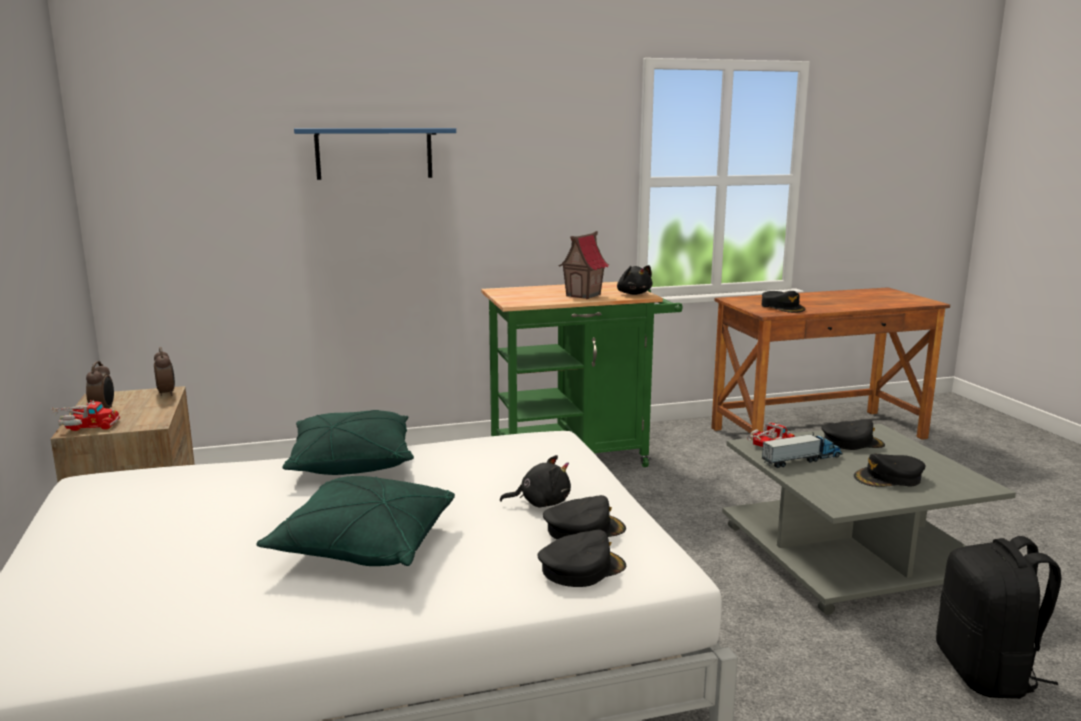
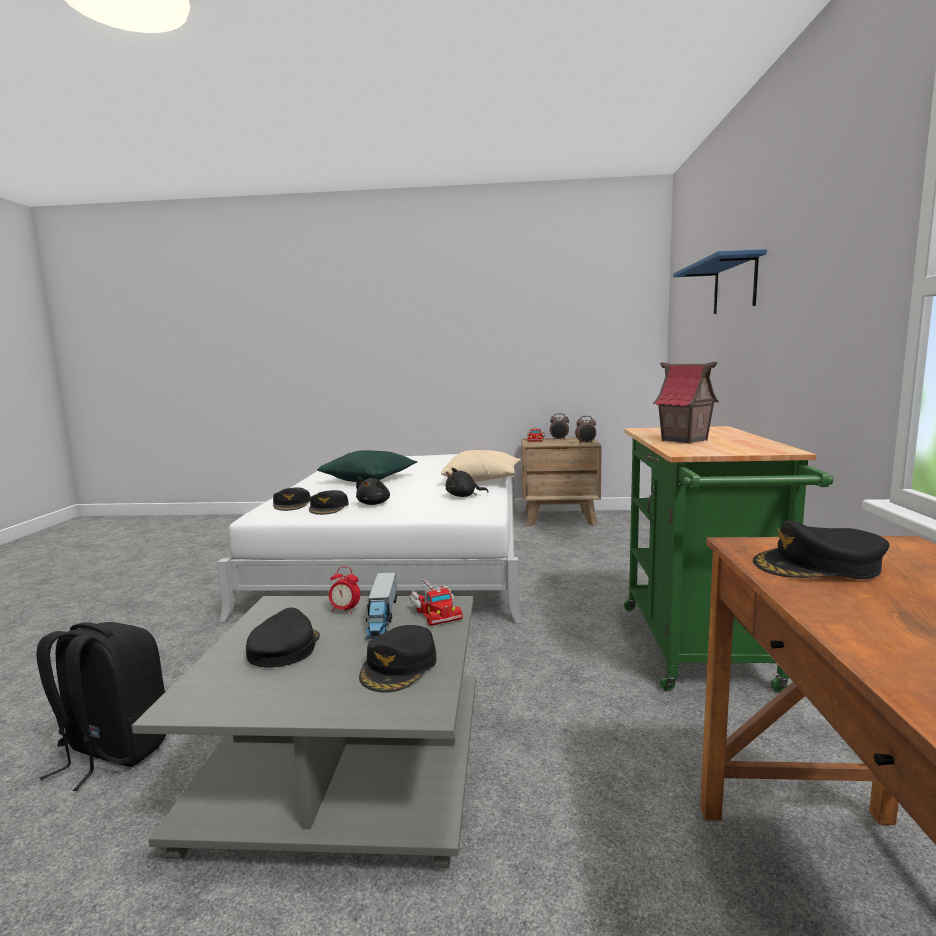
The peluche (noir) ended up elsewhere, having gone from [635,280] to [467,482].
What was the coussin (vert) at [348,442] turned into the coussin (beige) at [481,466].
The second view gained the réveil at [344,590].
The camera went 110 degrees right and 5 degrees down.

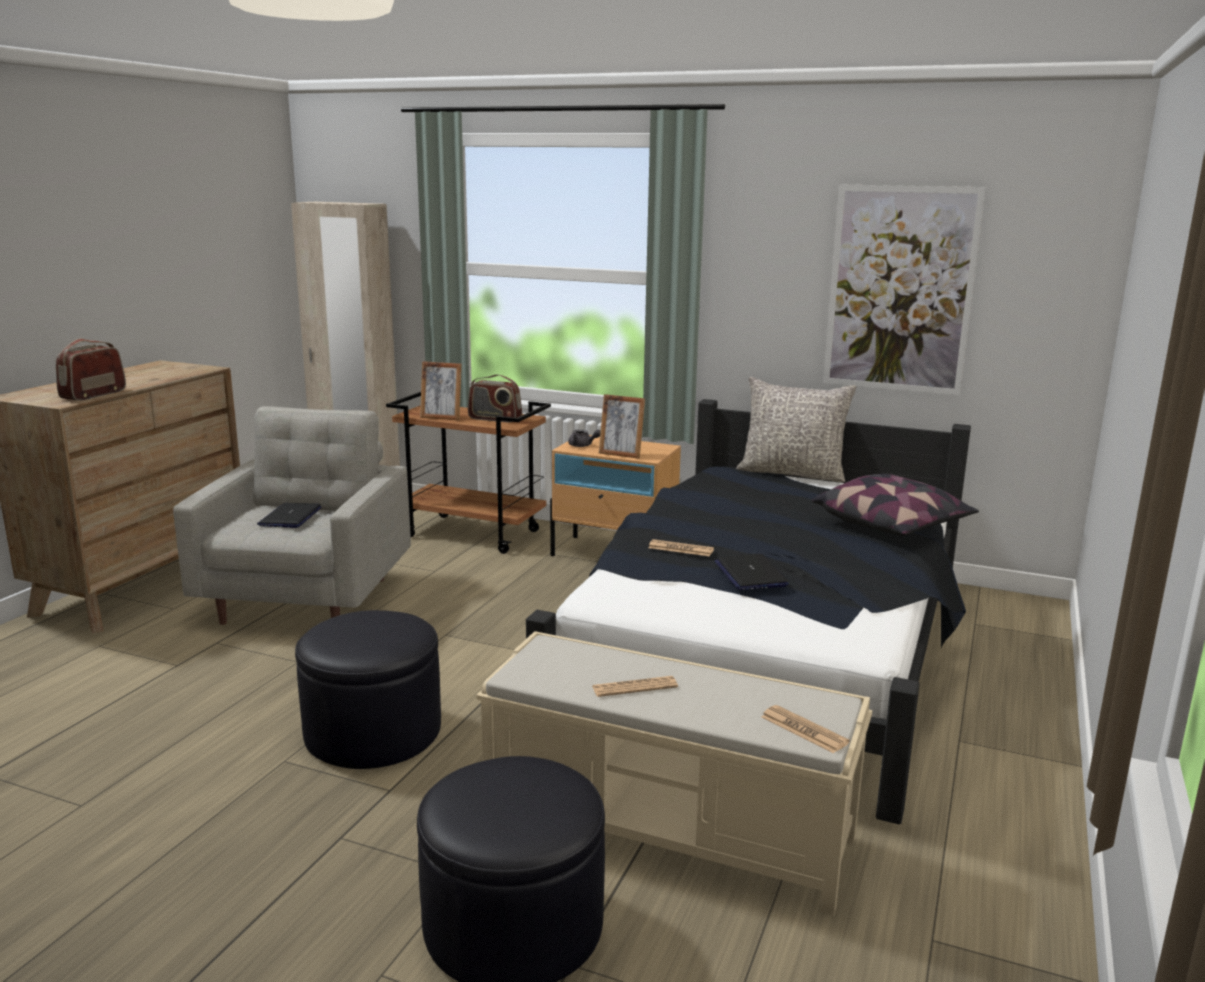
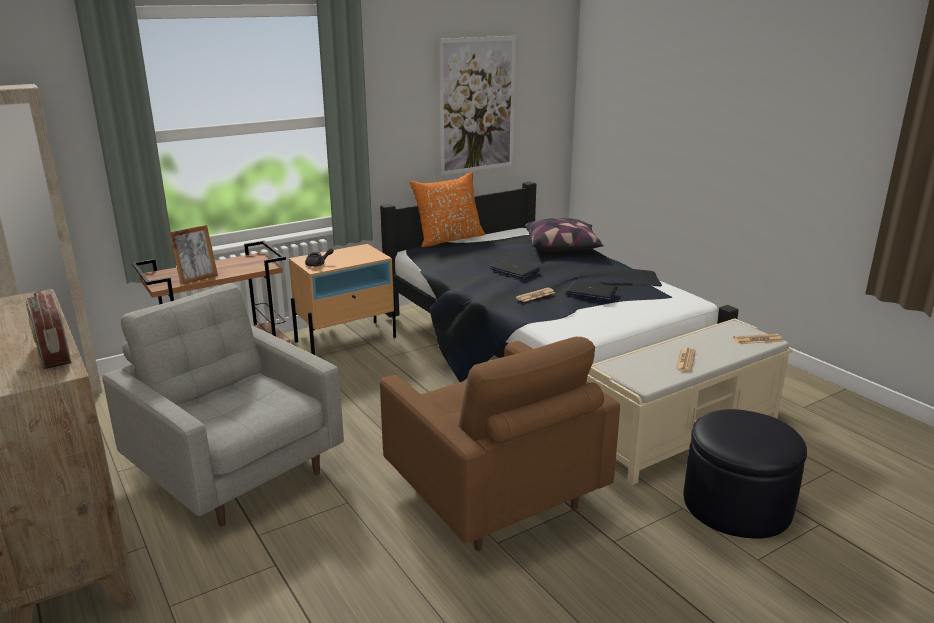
The second view lost the radio at [495,398].
What was the coussin (gris) at [796,429] turned into the coussin (orange) at [447,209].
The second view lost the cadre photo at [622,426].
The ordinateur portable ended up elsewhere, having gone from [289,515] to [515,269].
Where the pouf (noir) stood at [368,689], the fauteuil (marron) came to stand at [500,444].
The camera went 55 degrees left and 5 degrees up.

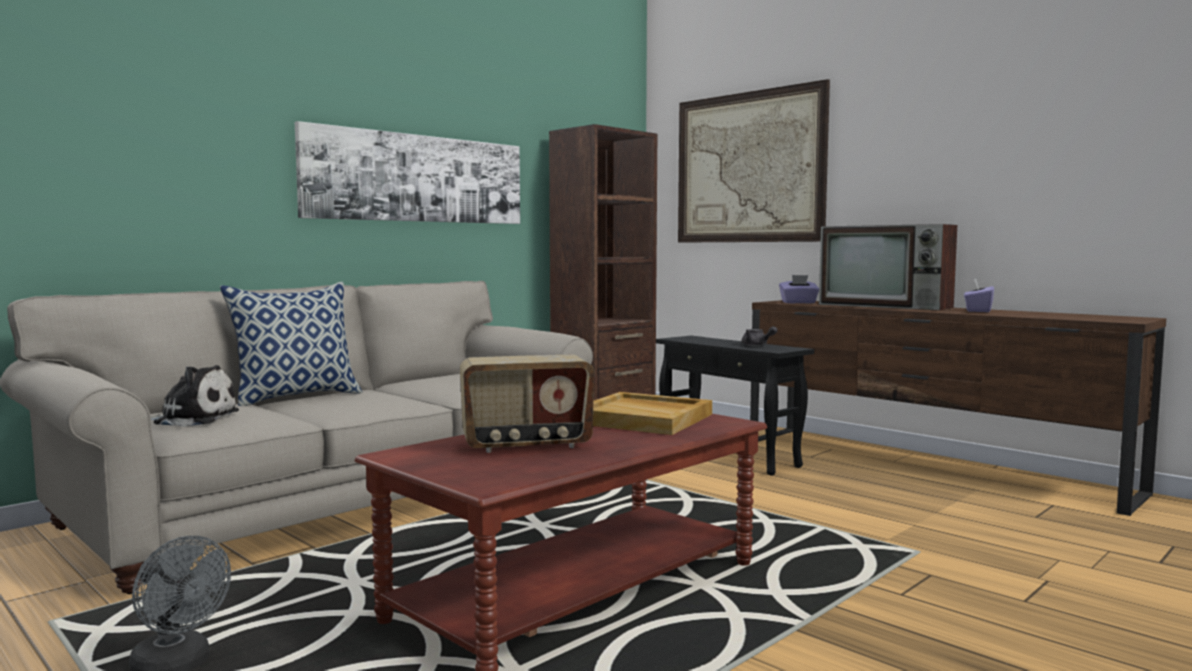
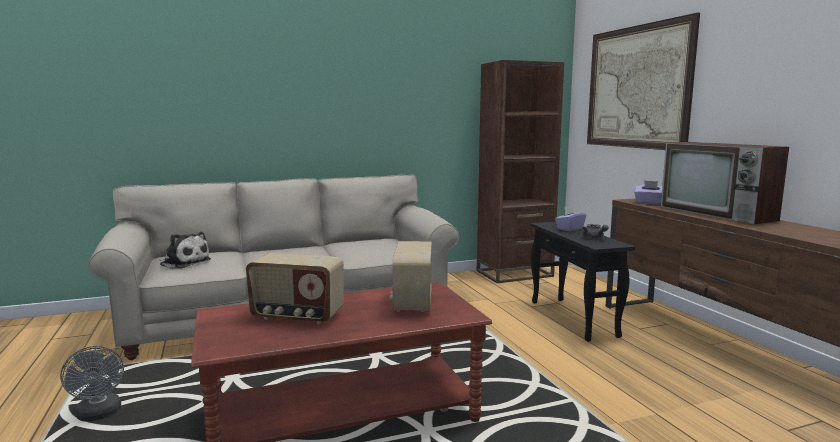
The second view lost the tableau at [407,172].
The boîte à mouchoirs (violet) ended up elsewhere, having gone from [979,295] to [570,218].
The second view lost the coussin at [291,344].
Where the plateau (beige) stood at [652,413], the radio came to stand at [411,276].
The camera went 25 degrees right and 5 degrees up.

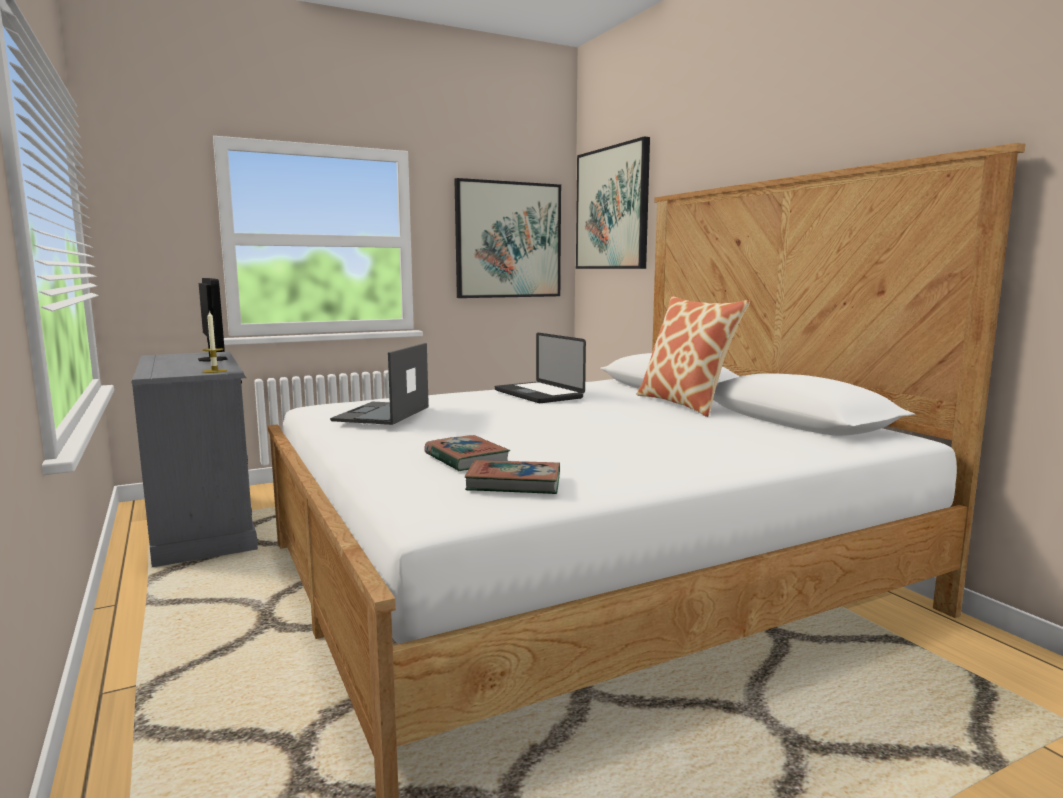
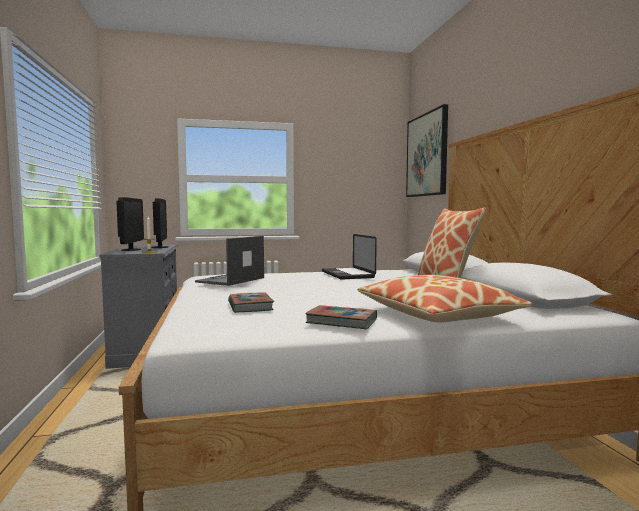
The second view lost the tableau at [507,238].
The livre ended up elsewhere, having gone from [512,477] to [341,317].
The second view gained the écran d'ordinateur at [130,224].
The second view gained the coussin at [445,298].
The camera went 15 degrees right and 5 degrees down.

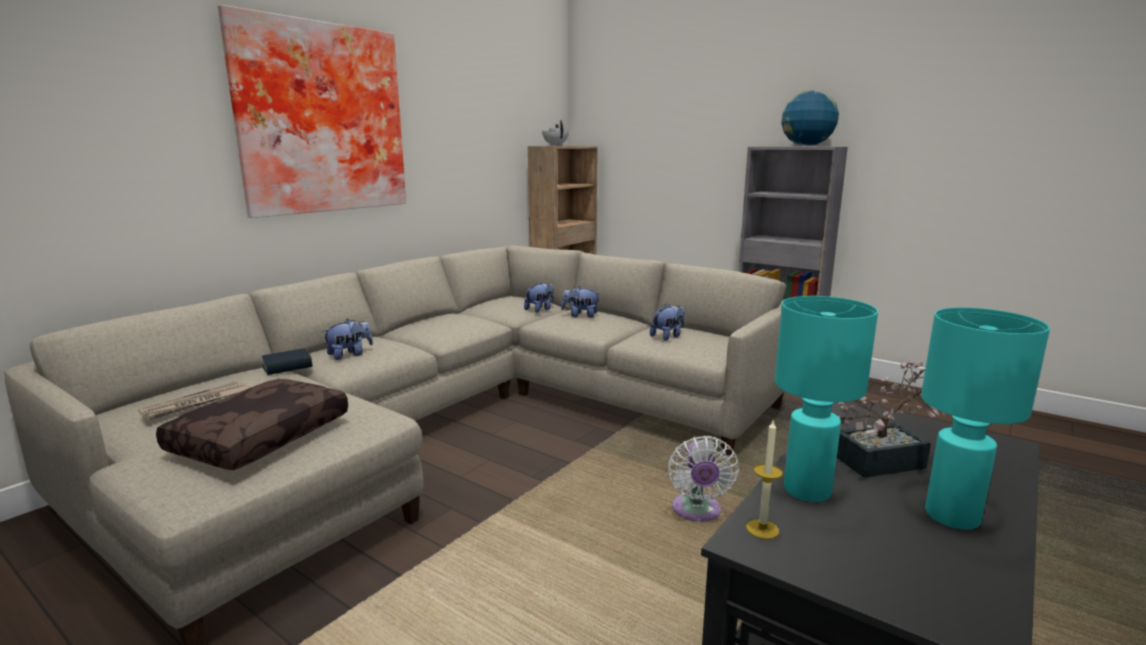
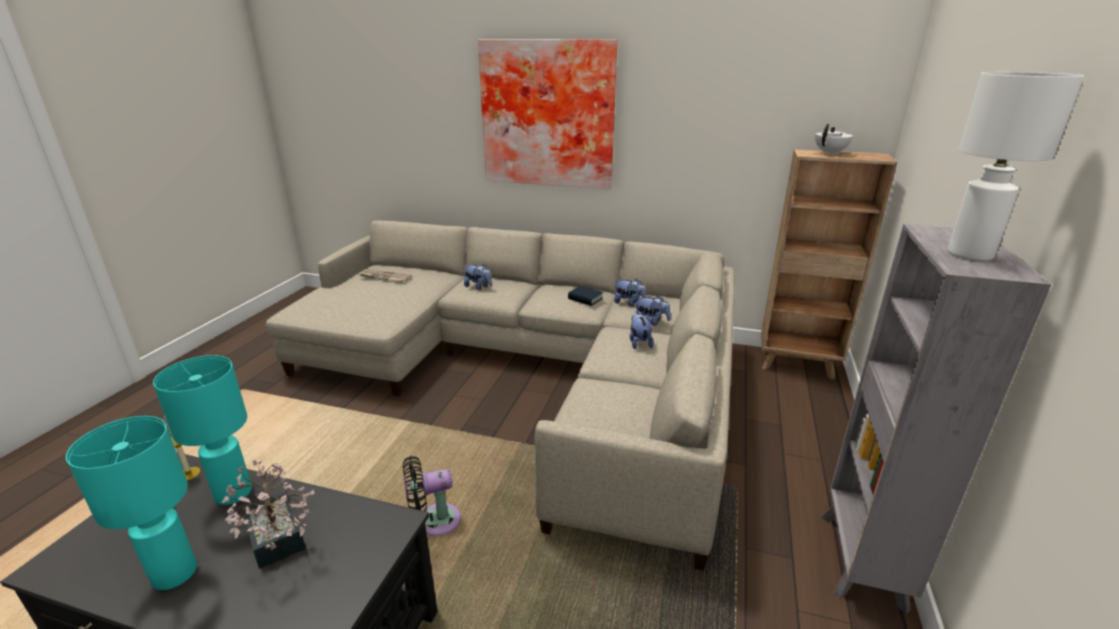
Where the globe stood at [810,118], the lampe de table (blanc) came to stand at [1015,166].
The peluche ended up elsewhere, having gone from [667,322] to [630,292].
The livre ended up elsewhere, having gone from [287,361] to [585,296].
The second view lost the coussin (marron) at [252,424].
What was the ventilateur (blanc) at [703,478] turned into the ventilateur (noir) at [432,496].
The camera went 70 degrees right and 10 degrees up.

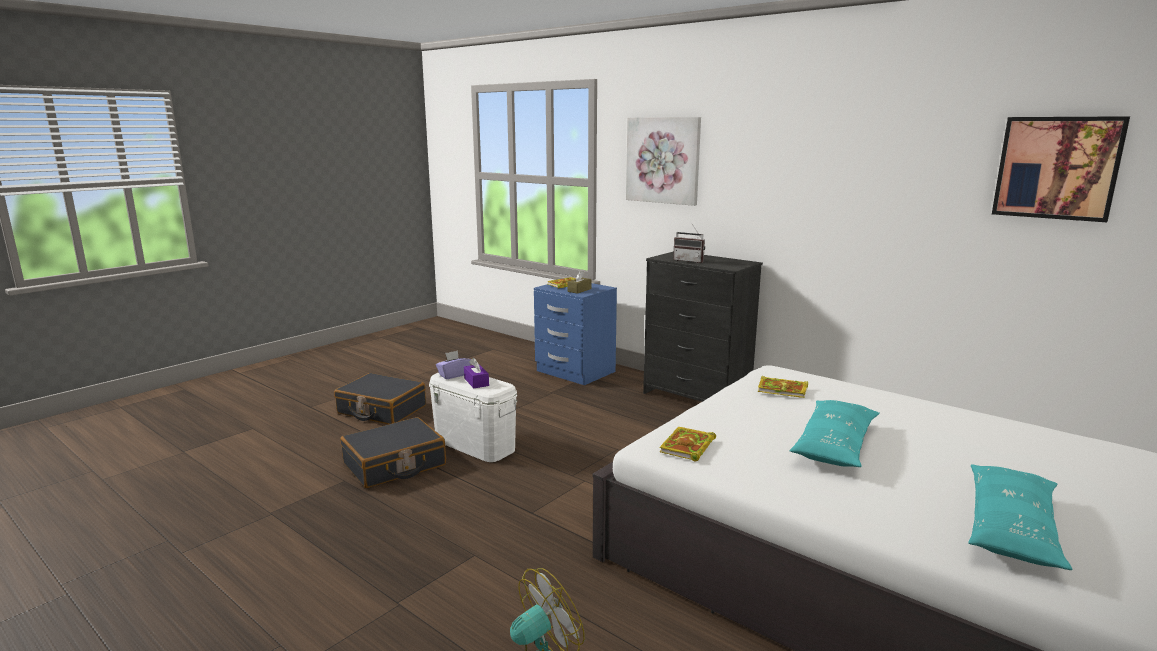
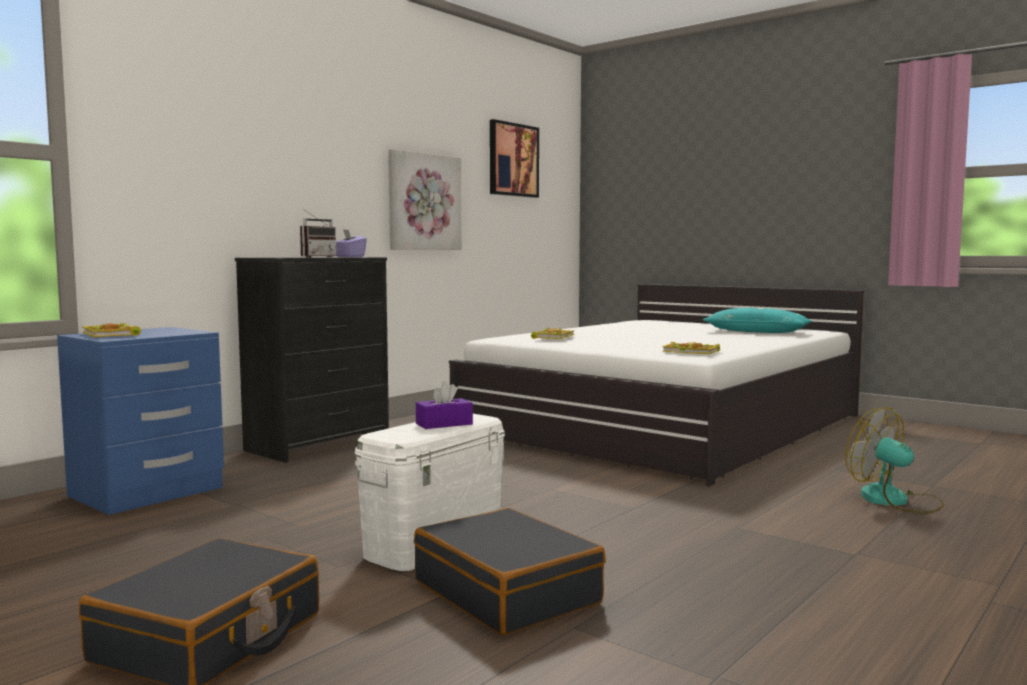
The tableau ended up elsewhere, having gone from [663,161] to [425,199].
The second view lost the boîte à mouchoirs (marron) at [579,282].
The boîte à mouchoirs (violet) ended up elsewhere, having gone from [453,364] to [351,243].
The second view lost the coussin (turquoise) at [835,433].
The camera went 90 degrees left and 10 degrees down.

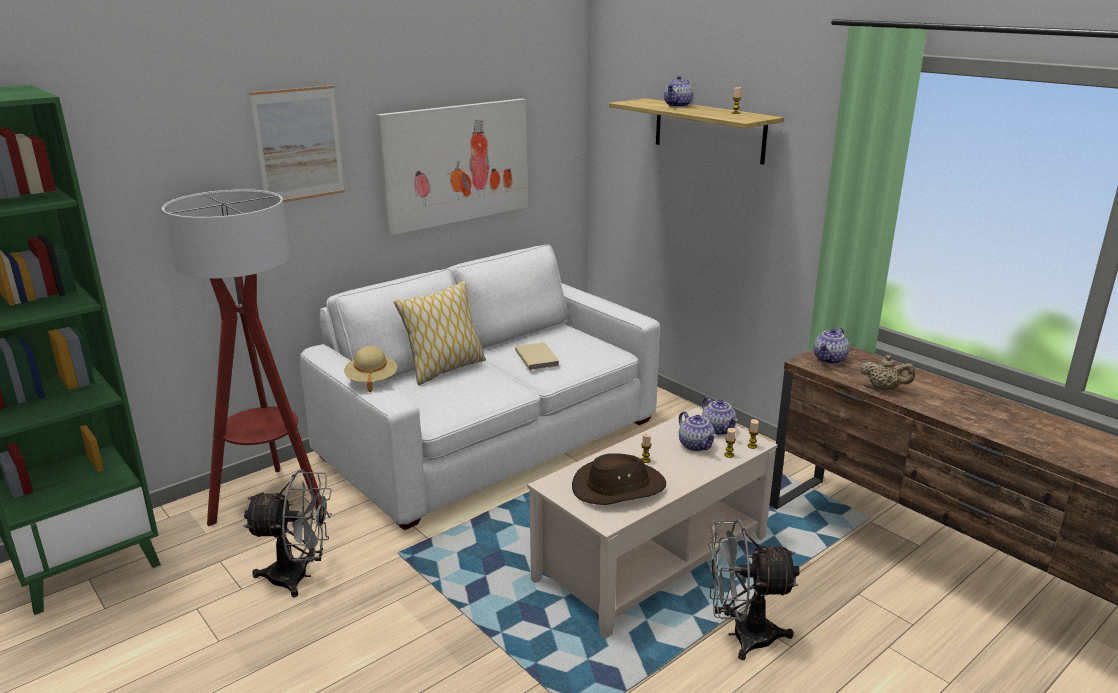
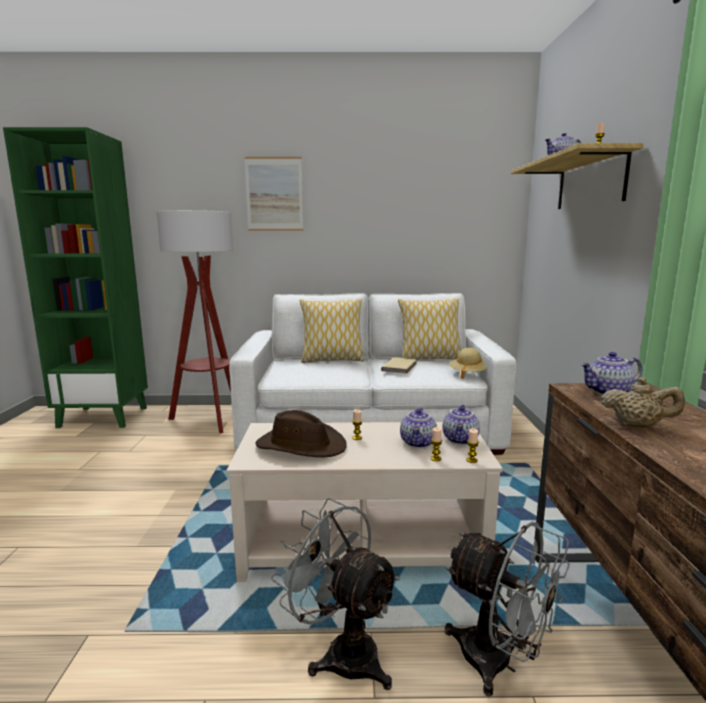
The second view lost the tableau at [452,167].
The chapeau (beige) ended up elsewhere, having gone from [370,369] to [468,363].
The théière (beige) at [887,372] ended up facing another way, 45 degrees counterclockwise from before.
The ventilateur (gris) ended up elsewhere, having gone from [288,533] to [507,609].
The second view gained the coussin at [429,329].
The camera went 40 degrees right and 10 degrees down.

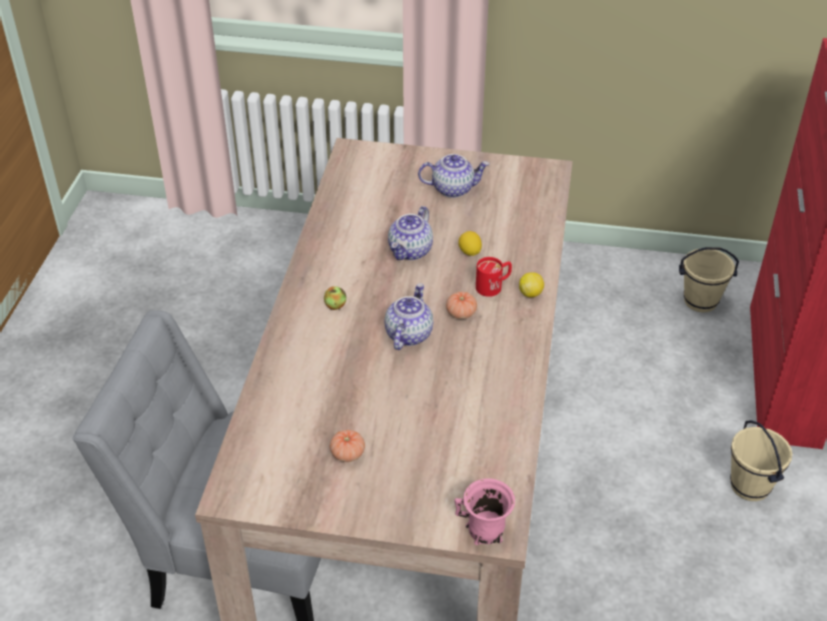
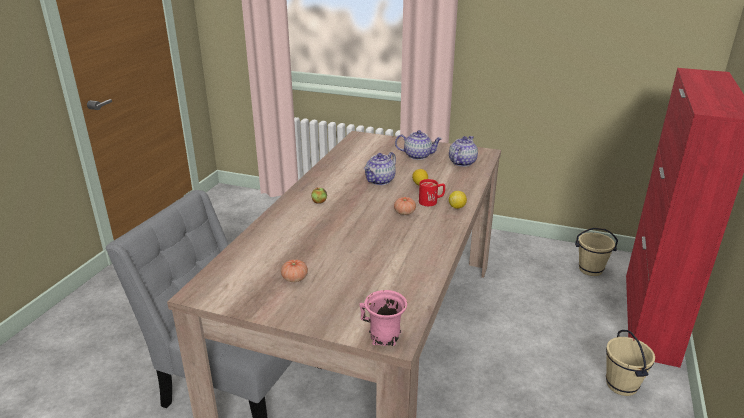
The théière ended up elsewhere, having gone from [409,316] to [463,151].
The camera went 10 degrees right and 15 degrees down.

